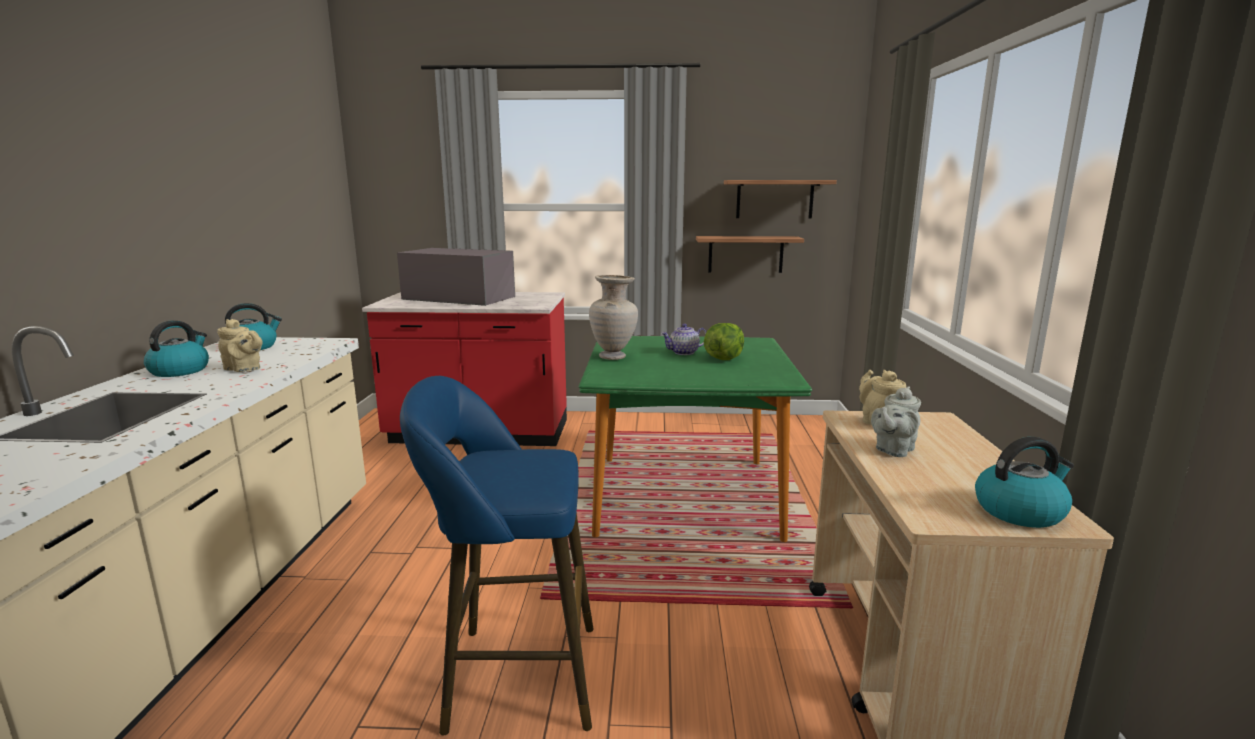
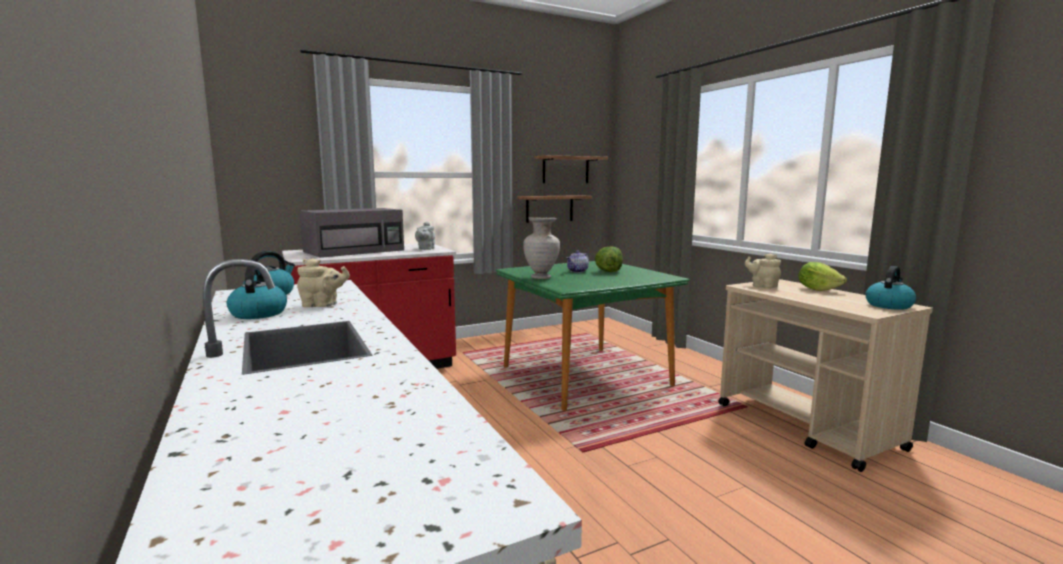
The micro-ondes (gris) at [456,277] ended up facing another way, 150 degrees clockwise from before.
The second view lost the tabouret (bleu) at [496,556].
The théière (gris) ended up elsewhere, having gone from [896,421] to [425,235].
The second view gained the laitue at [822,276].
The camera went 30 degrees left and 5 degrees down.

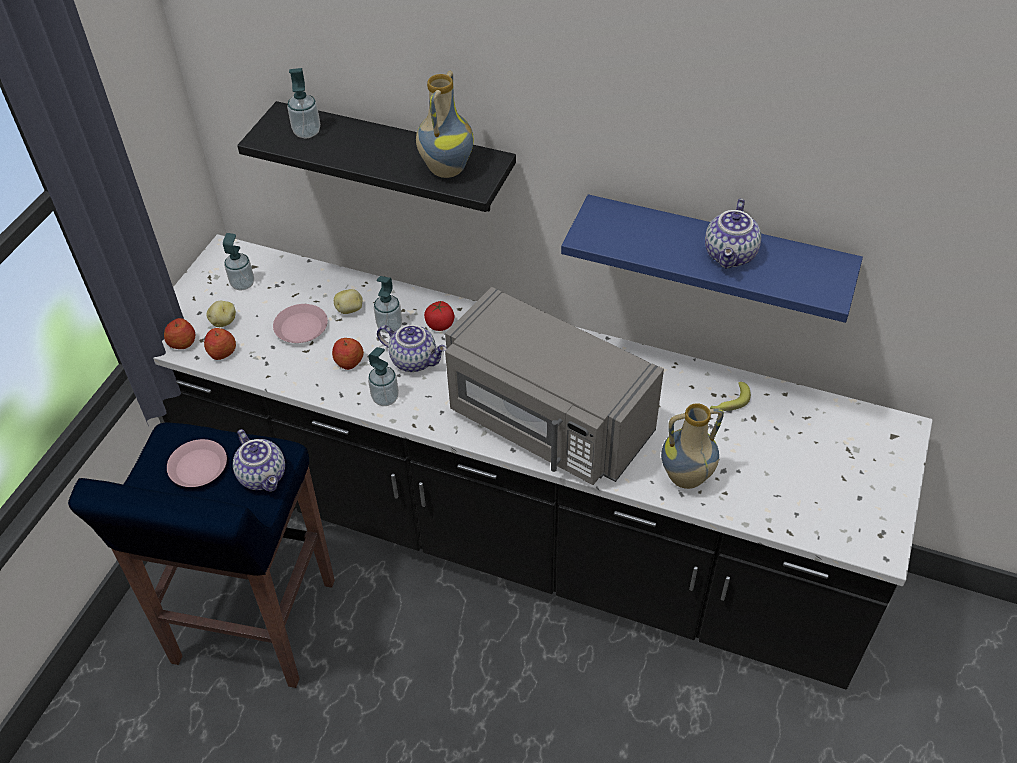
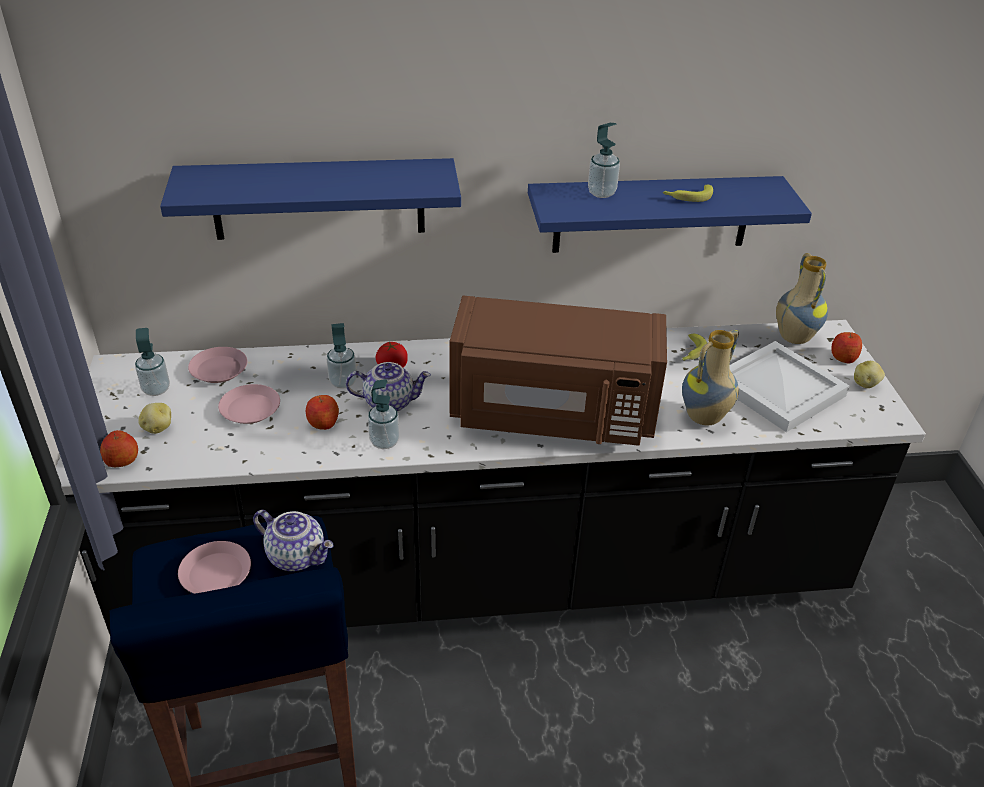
The distributeur de savon ended up elsewhere, having gone from [303,103] to [604,160].
The vase ended up elsewhere, having gone from [445,124] to [802,298].
What was the étagère (noir) at [376,156] turned into the étagère (bleu) at [310,199].
Where the théière stood at [733,233], the banane came to stand at [688,193].
What was the micro-ondes (gris) at [554,386] turned into the micro-ondes (marron) at [558,370].
The pomme de terre ended up elsewhere, having gone from [348,301] to [869,374].
The pomme ended up elsewhere, having gone from [220,344] to [846,347].
The second view gained the plateau (blanc) at [789,386].
The second view gained the assiette (rose) at [217,365].
The camera went 30 degrees left and 10 degrees down.

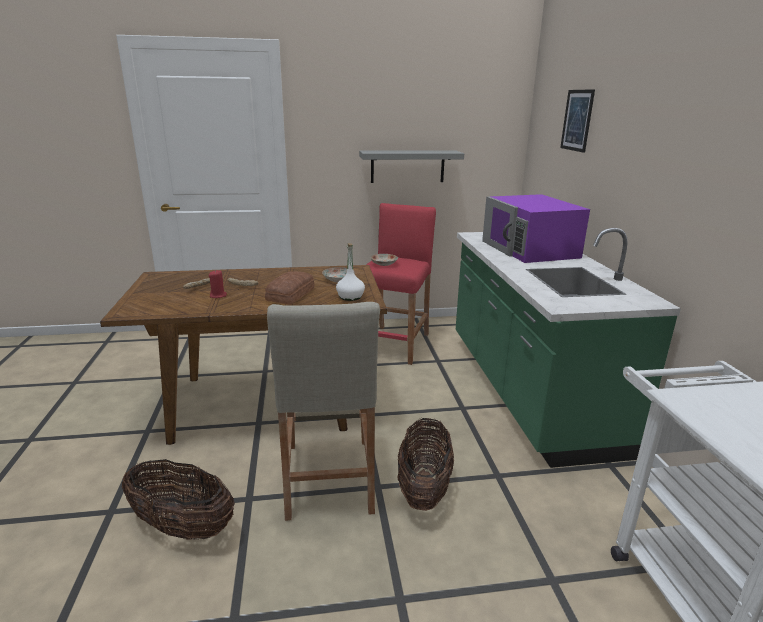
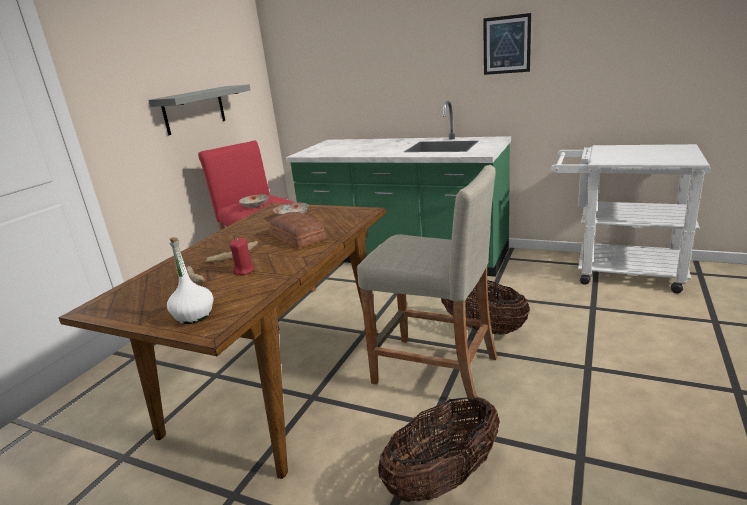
The tableau ended up elsewhere, having gone from [577,121] to [507,44].
The second view lost the micro-ondes (violet) at [536,228].
The bouteille (blanc) ended up elsewhere, having gone from [350,272] to [190,280].
The camera went 55 degrees left and 0 degrees up.

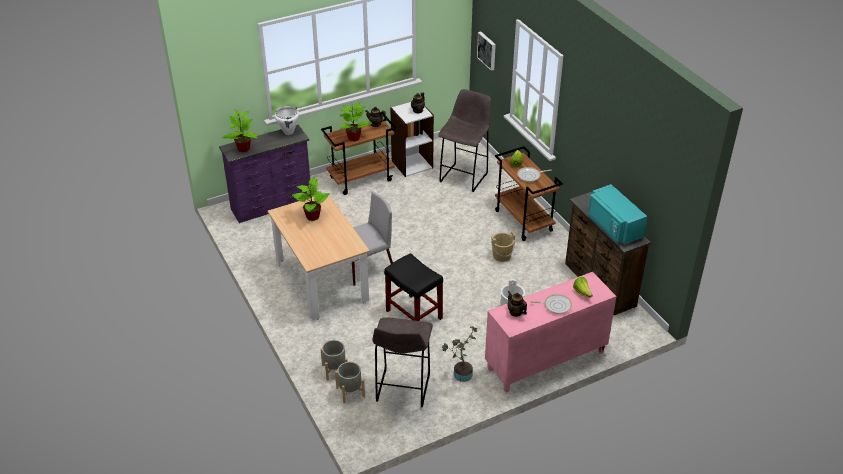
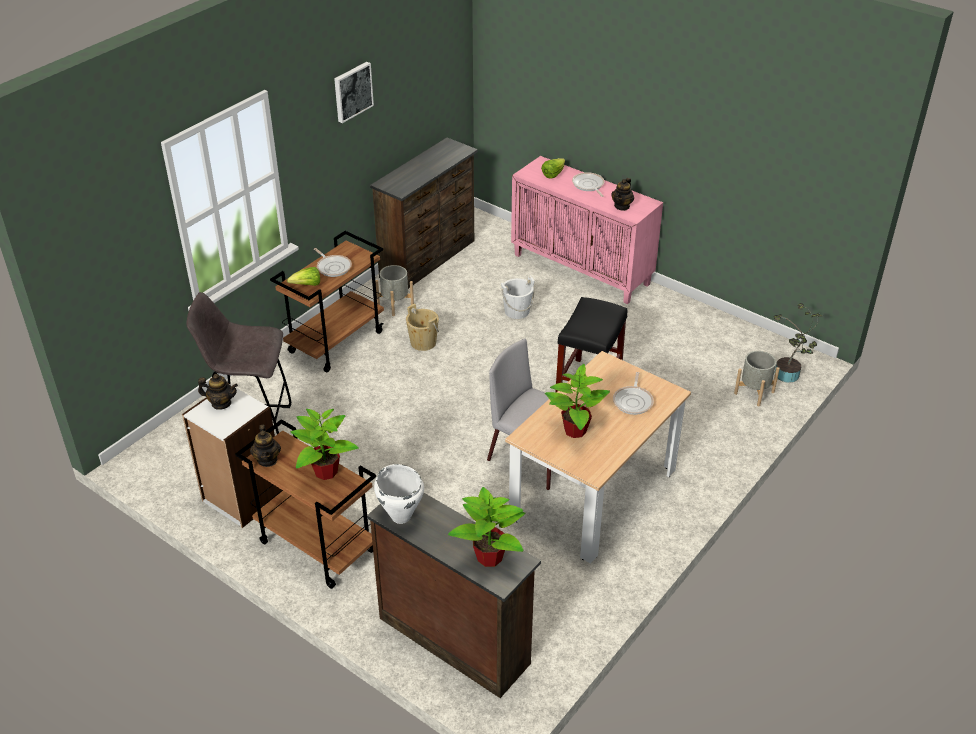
The tableau ended up elsewhere, having gone from [486,51] to [354,92].
What was the commode (violet) at [265,174] turned into the commode (marron) at [454,595].
The second view lost the micro-ondes (turquoise) at [617,214].
The second view lost the tabouret (gris) at [403,362].
The plante en pot ended up elsewhere, having gone from [459,354] to [798,343].
The cache-pot (gris) ended up elsewhere, having gone from [334,360] to [394,290].
The second view gained the poêle at [633,393].
The camera went 115 degrees left and 0 degrees up.

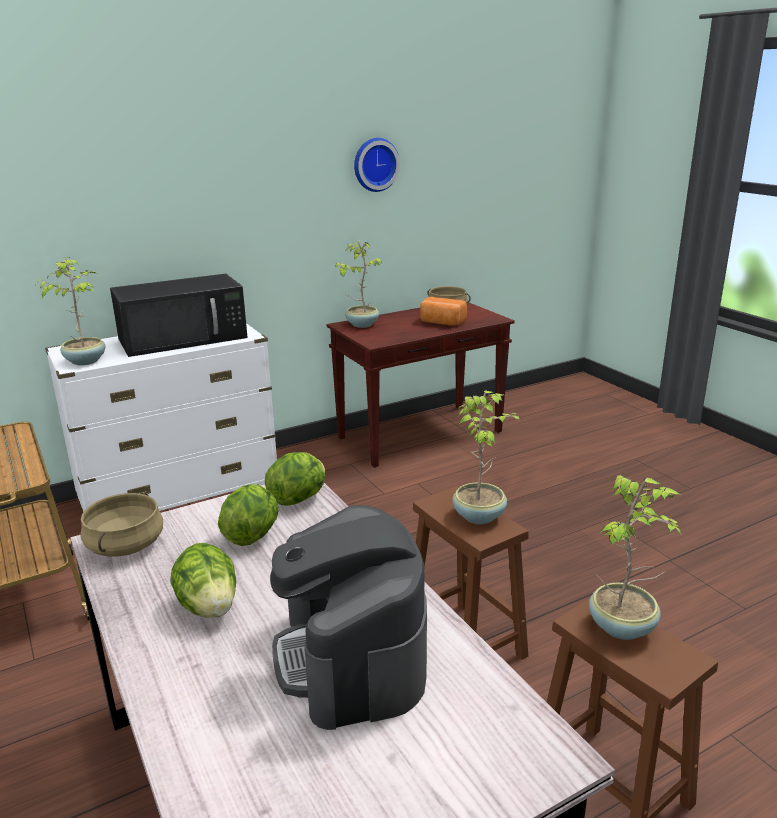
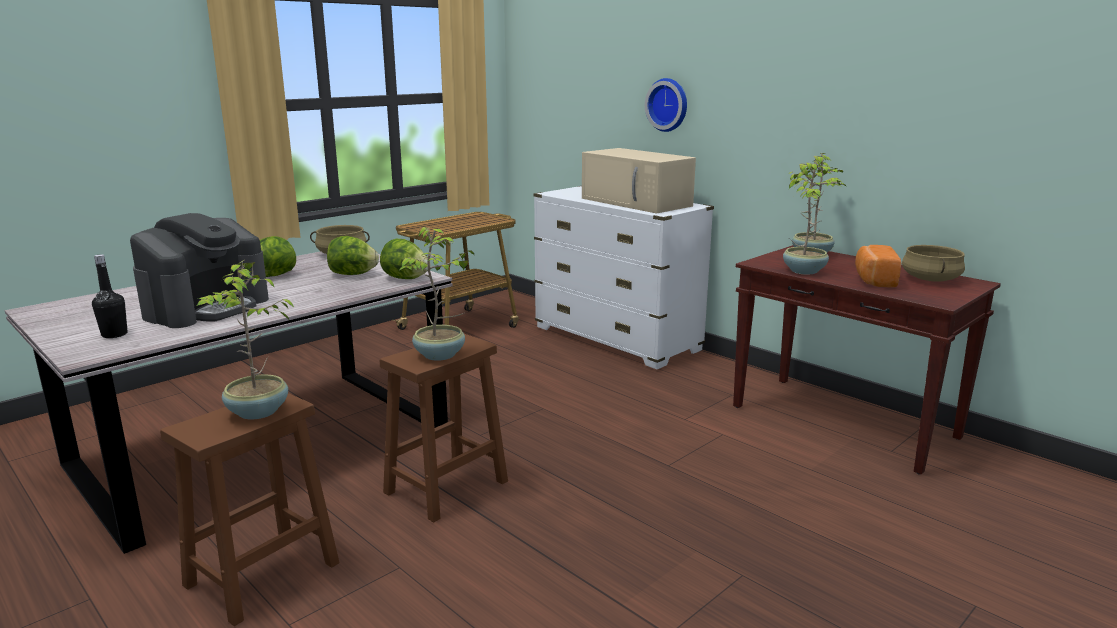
The horloge murale ended up elsewhere, having gone from [377,165] to [666,105].
The plante en pot ended up elsewhere, having gone from [70,311] to [814,218].
What was the micro-ondes (noir) at [179,315] turned into the micro-ondes (beige) at [639,180].
The machine à café at [348,617] ended up facing another way, 150 degrees clockwise from before.
The second view gained the bouteille (noir) at [110,296].
The camera went 75 degrees right and 5 degrees down.

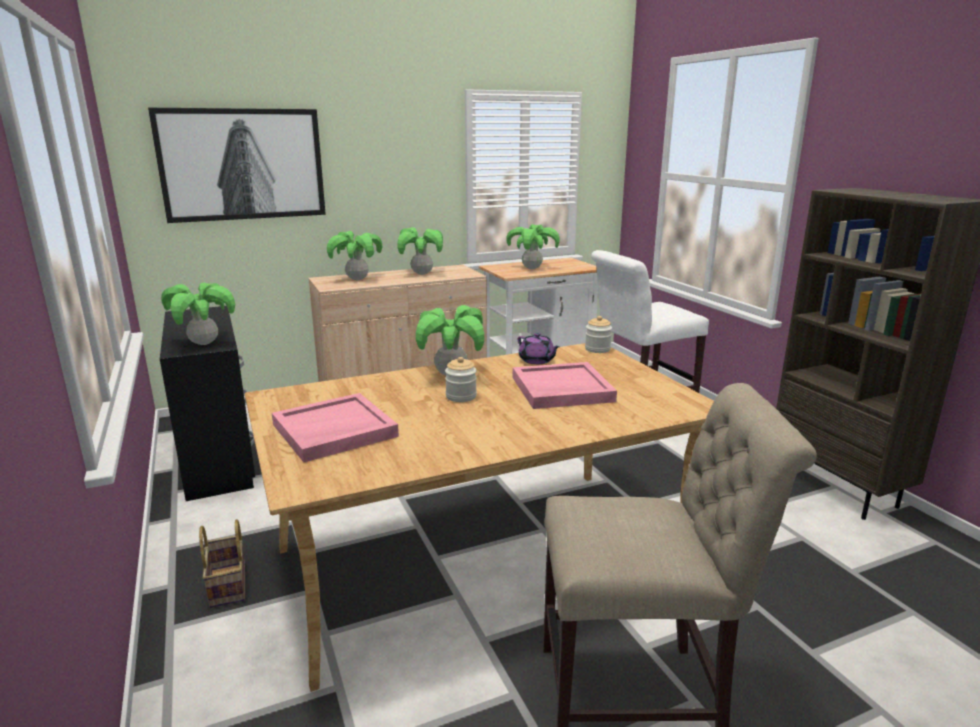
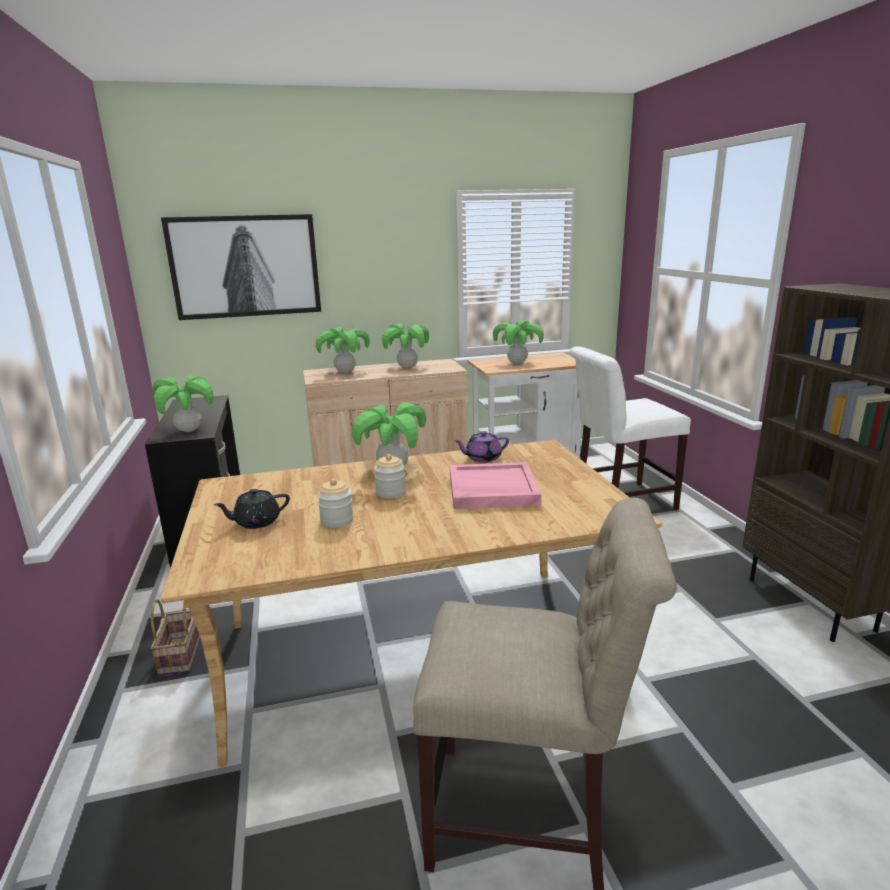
The bocal ended up elsewhere, having gone from [598,334] to [335,503].
The théière (violet) at [539,348] ended up facing another way, 105 degrees clockwise from before.
Where the plateau (rose) stood at [335,427], the théière (noir) came to stand at [252,509].
The camera went 10 degrees right and 0 degrees up.

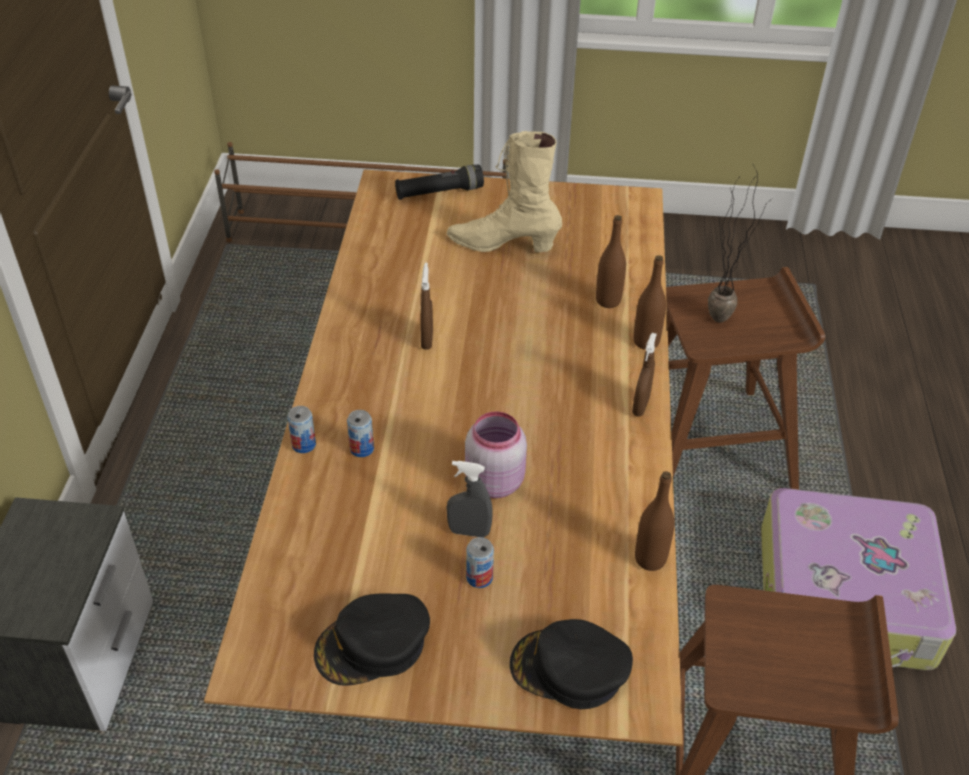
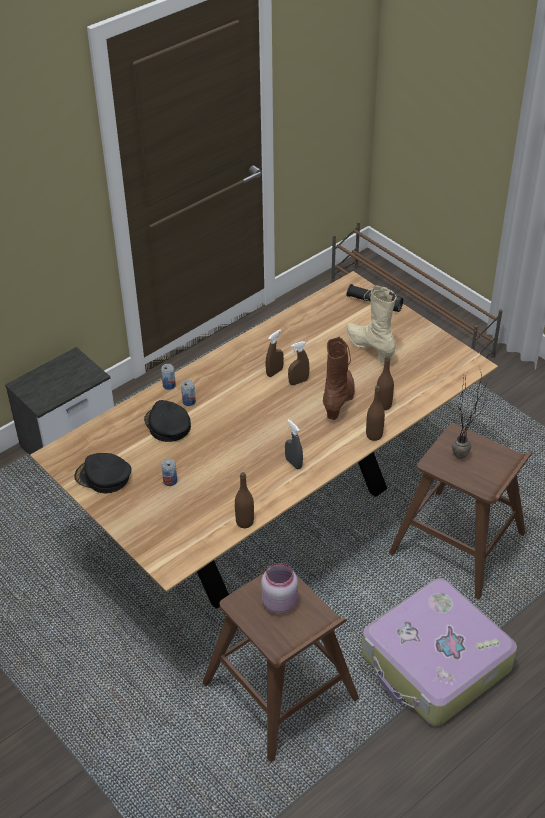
The vaporisateur (marron) ended up elsewhere, having gone from [644,374] to [298,363].
The bocal (rose) ended up elsewhere, having gone from [496,455] to [279,588].
The vaporisateur (gris) ended up elsewhere, having gone from [470,499] to [294,444].
The casquette (noir) ended up elsewhere, having gone from [571,664] to [167,421].
The second view gained the botte (marron) at [339,378].
The camera went 45 degrees right and 0 degrees up.

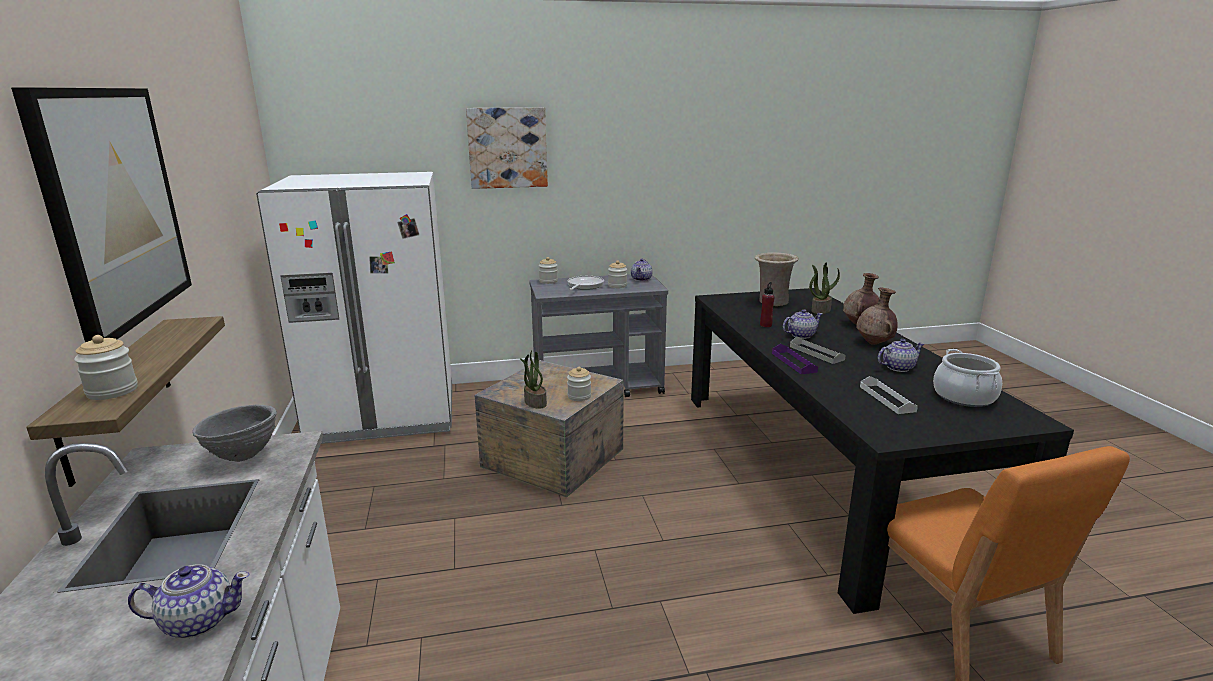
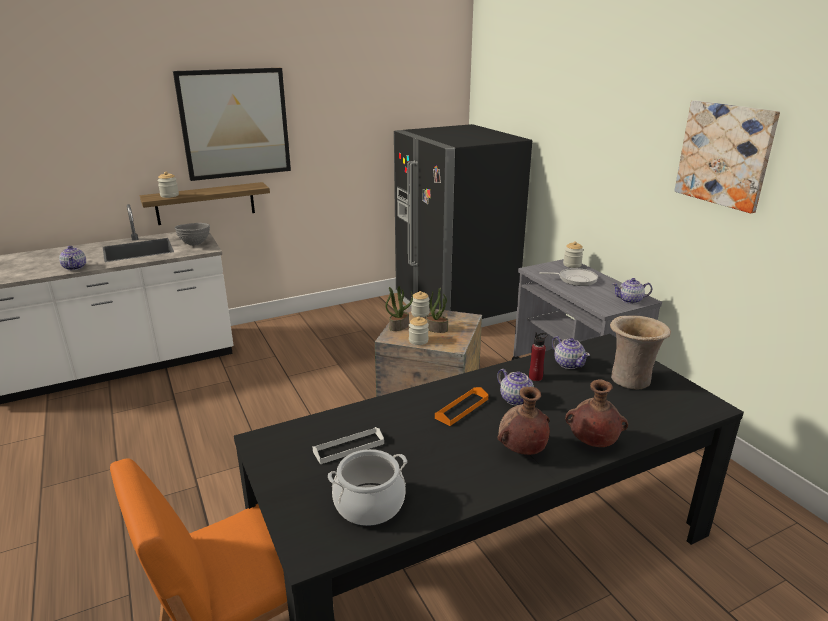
The tableau ended up elsewhere, having gone from [507,148] to [727,157].
What was the réfrigérateur (blanc) at [354,308] turned into the réfrigérateur (noir) at [463,225].
The bocal ended up elsewhere, having gone from [617,274] to [420,304].
The plante en pot ended up elsewhere, having gone from [824,288] to [436,310].
What was the plateau (gris) at [818,350] turned into the plateau (orange) at [462,406].
The théière ended up elsewhere, having gone from [900,355] to [571,352].
The second view lost the plateau (violet) at [795,359].
The camera went 75 degrees right and 5 degrees up.

